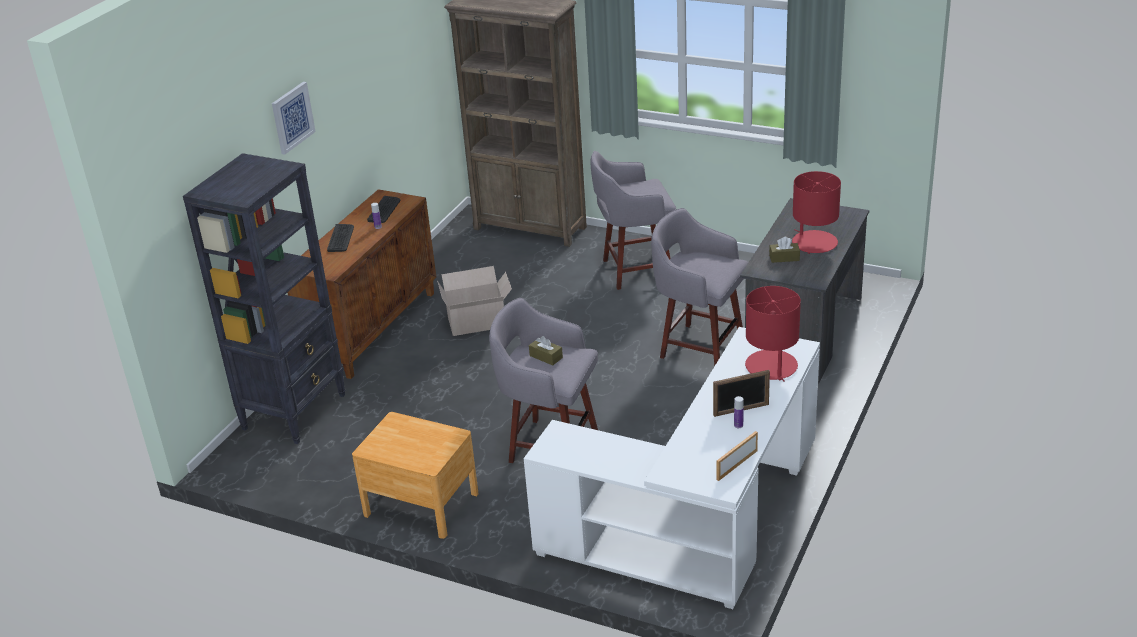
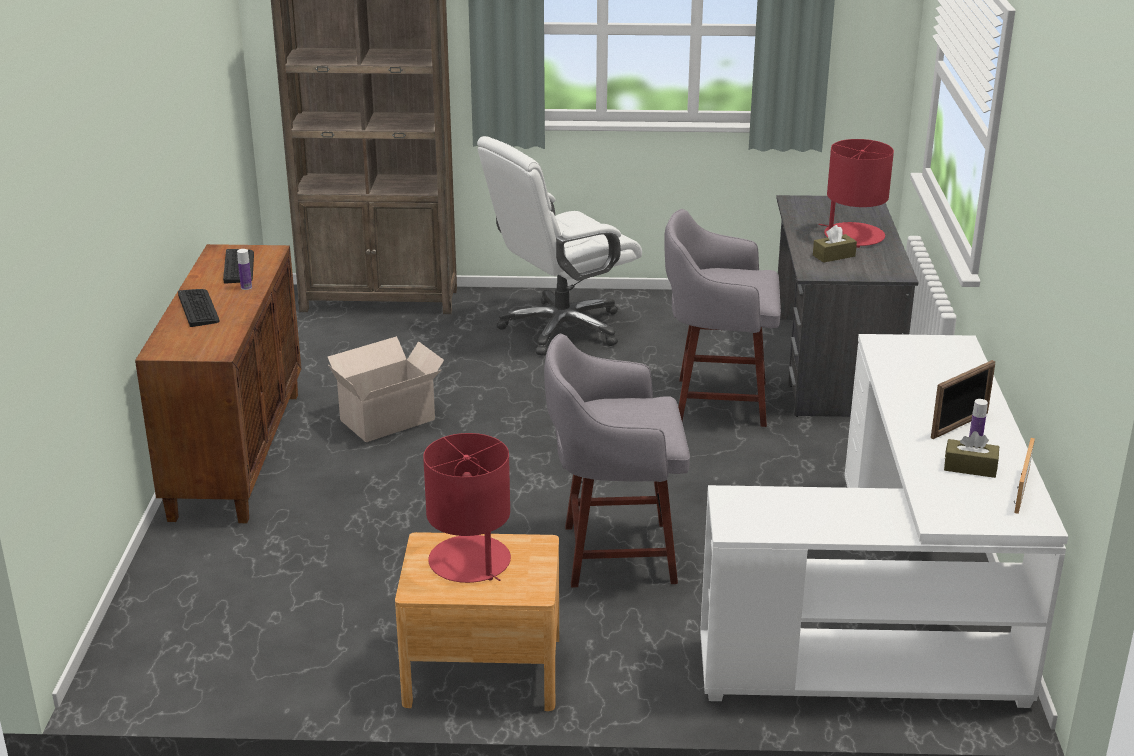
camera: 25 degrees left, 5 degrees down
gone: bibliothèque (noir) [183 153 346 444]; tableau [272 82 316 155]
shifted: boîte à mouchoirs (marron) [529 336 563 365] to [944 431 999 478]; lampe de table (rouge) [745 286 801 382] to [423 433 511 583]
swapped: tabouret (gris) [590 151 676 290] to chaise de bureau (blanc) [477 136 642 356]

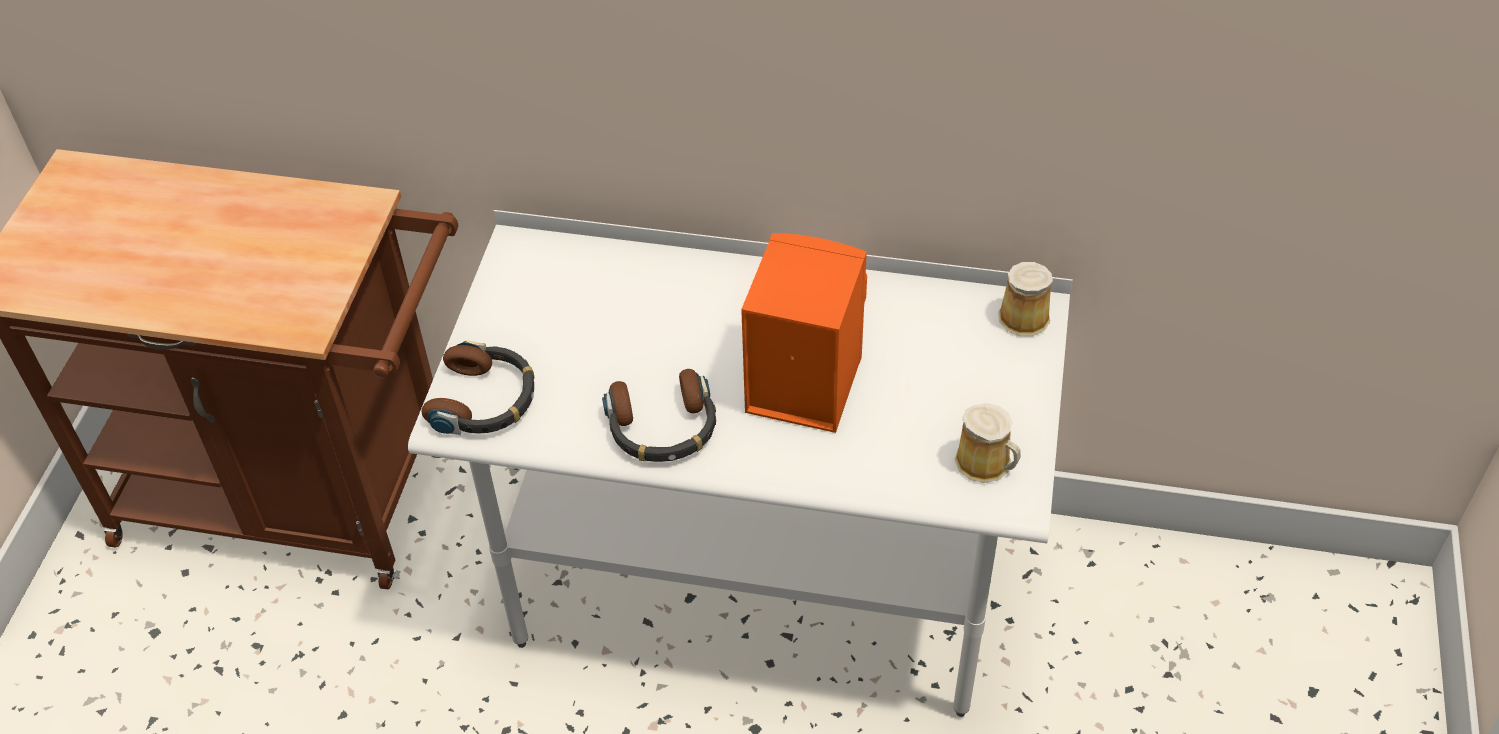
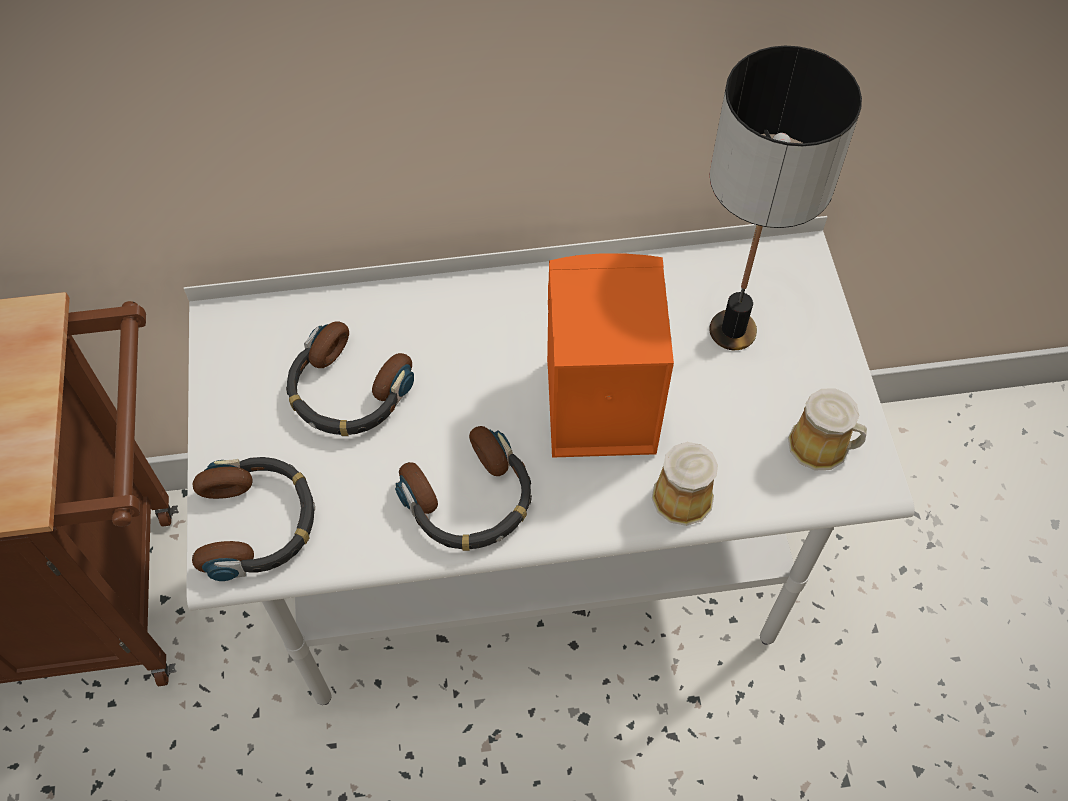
camera: 20 degrees left, 10 degrees up
new: casque audio [286 321 414 436]; lampe de table [709 46 862 350]
shifted: mug [998 262 1053 336] to [652 442 718 526]

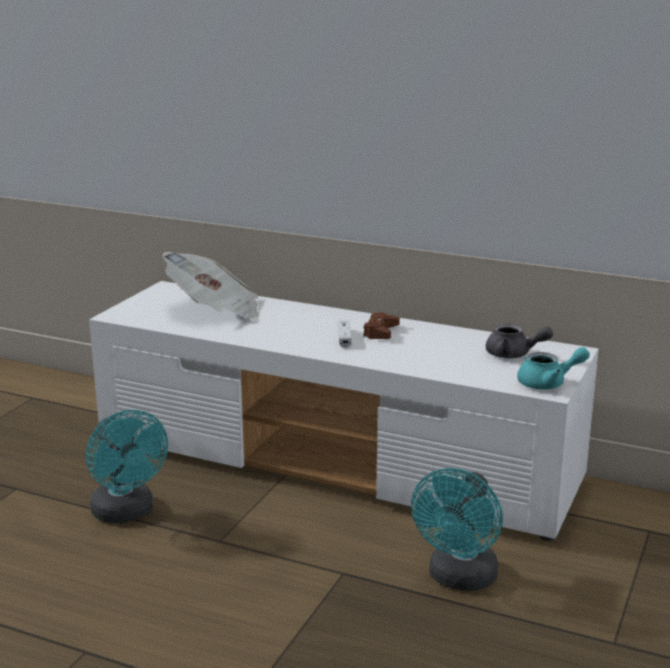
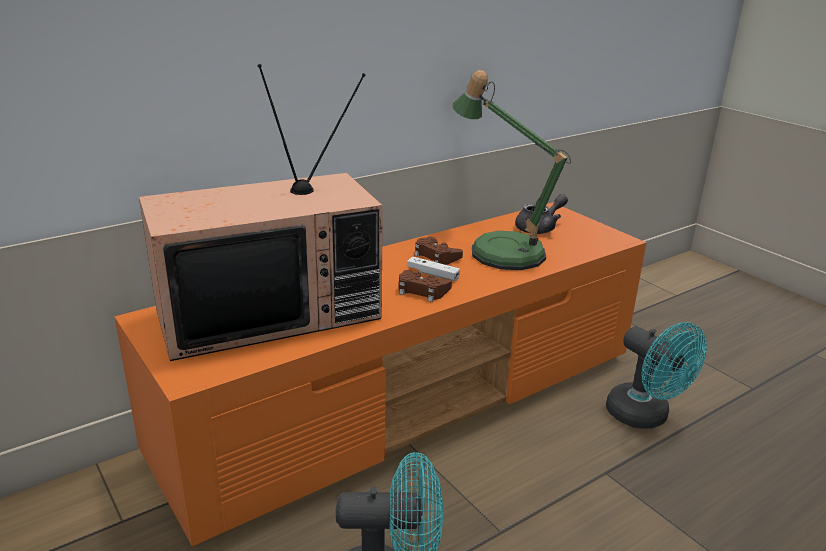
camera: 60 degrees left, 5 degrees up
gone: théière (turquoise) [517 347 590 390]
new: manette (marron) [399 270 452 302]; lampe de table [453 70 571 270]
swapped: journal [162 252 259 320] to téléviseur [139 64 383 361]
repainted: meuble télé (blanc) [89 281 599 541] to meuble télé (orange) [114 202 647 546]

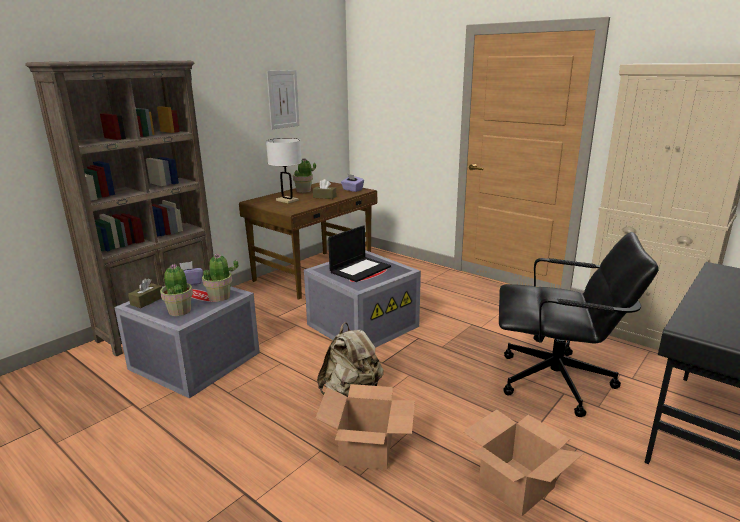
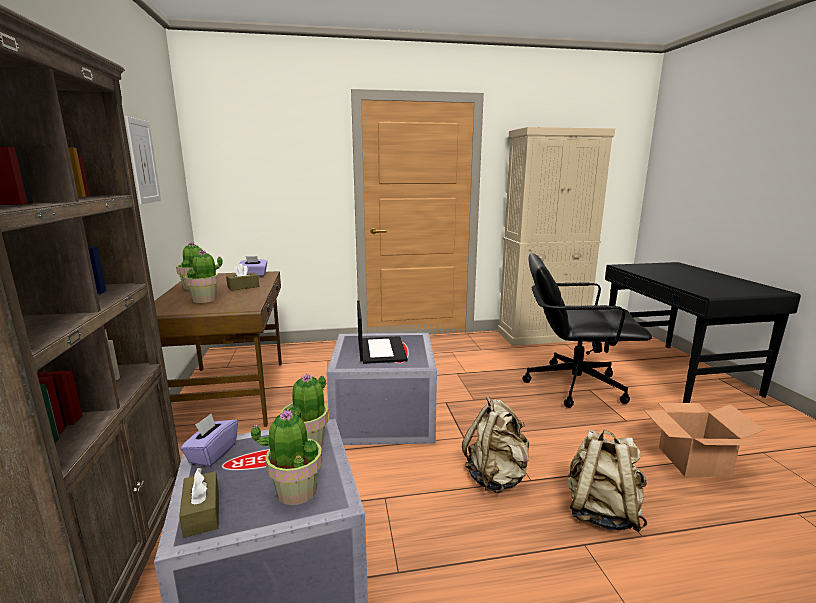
camera: 50 degrees left, 5 degrees down
swapped: lampe de table (blanc) [266 138 302 204] to plante en pot [185 250 223 303]; carton [315 384 415 470] to sac à dos (beige) [566 429 647 532]
rotated: chaise de bureau (noir) [499 232 659 417] = [523 253 652 408] 135 degrees counterclockwise

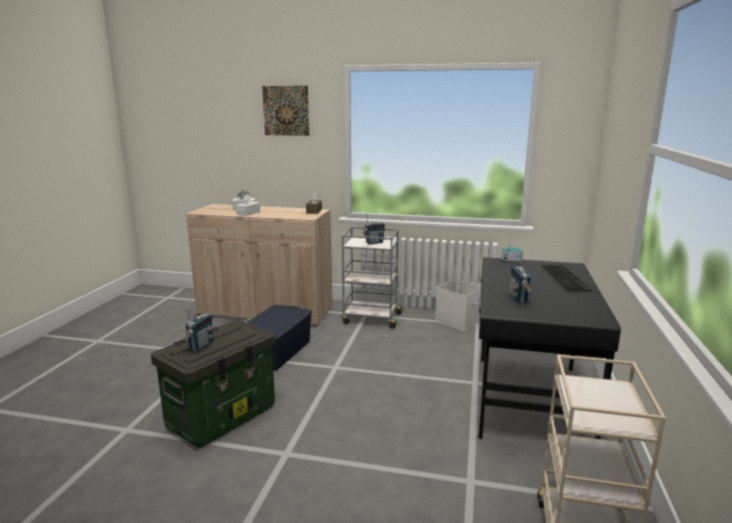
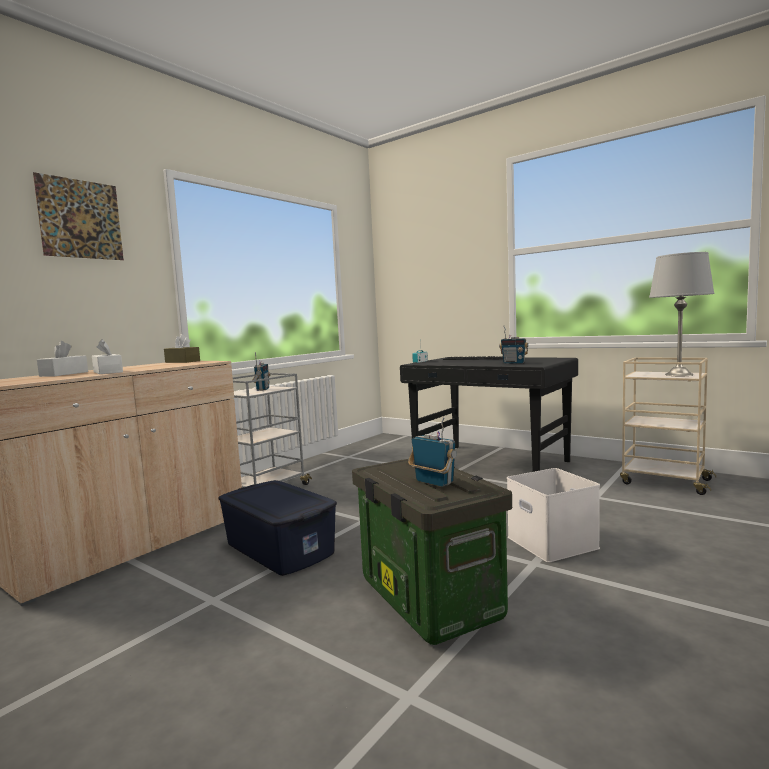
camera: 65 degrees left, 10 degrees down
new: lampe de table (gris) [649 252 715 376]
shifted: boîte de rangement (blanc) [435 279 481 331] to [507 468 600 563]

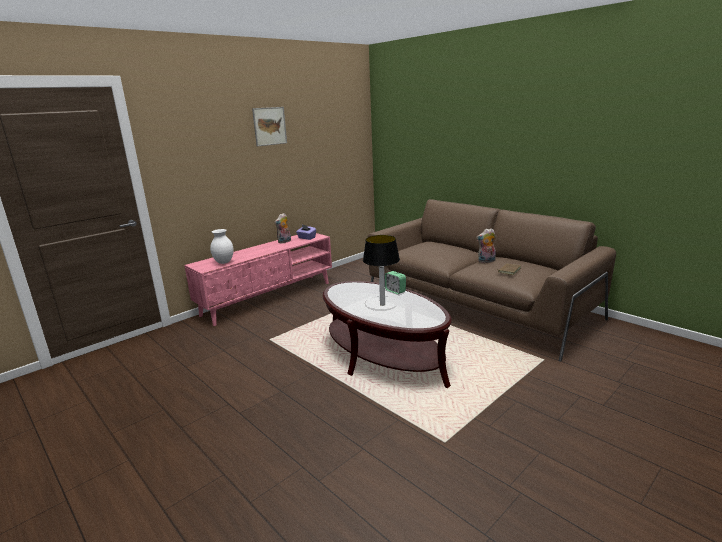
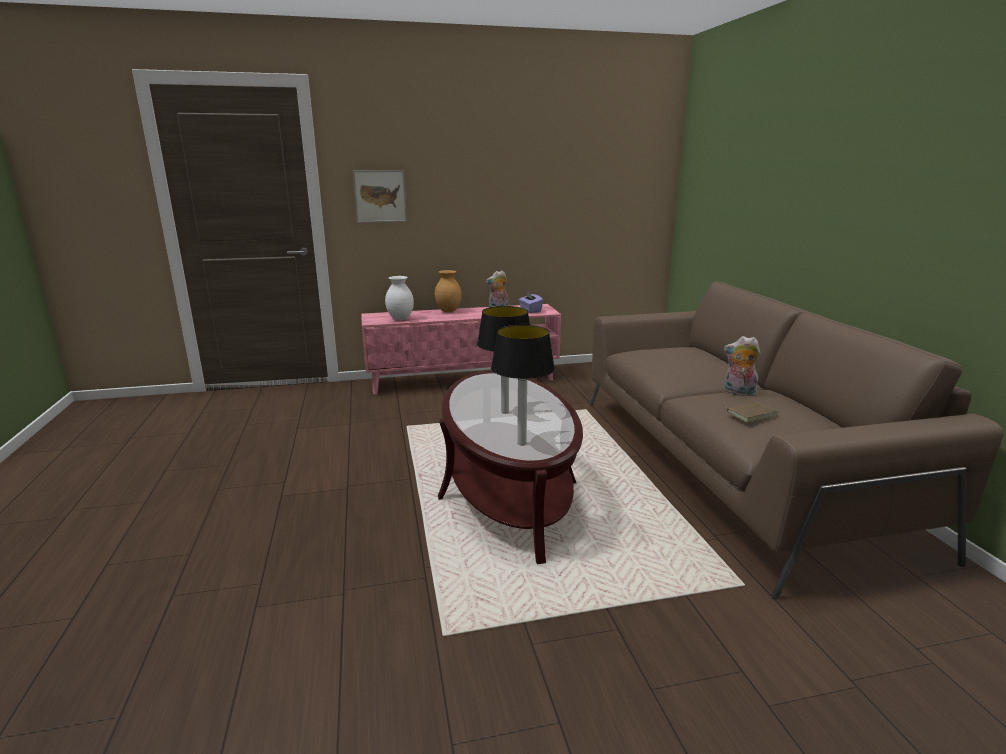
camera: 30 degrees right, 0 degrees up
gone: réveil [385 271 406 294]
new: vase (marron) [435 270 462 312]; lampe de table [491 325 555 445]
shifted: tableau [252 107 287 147] to [353 170 407 223]

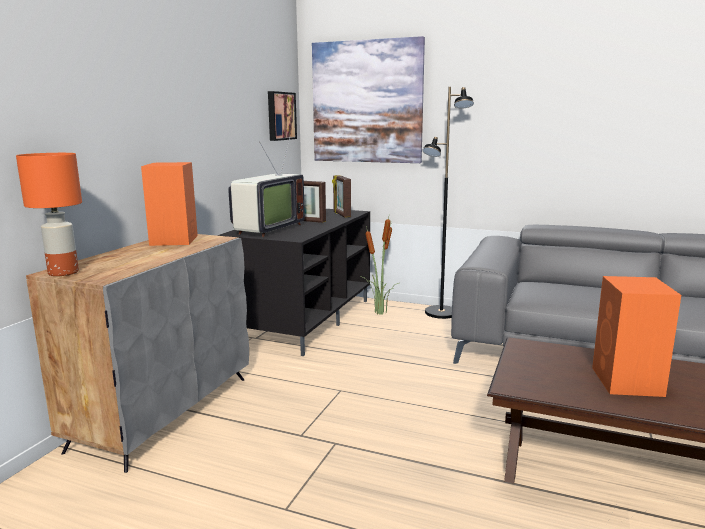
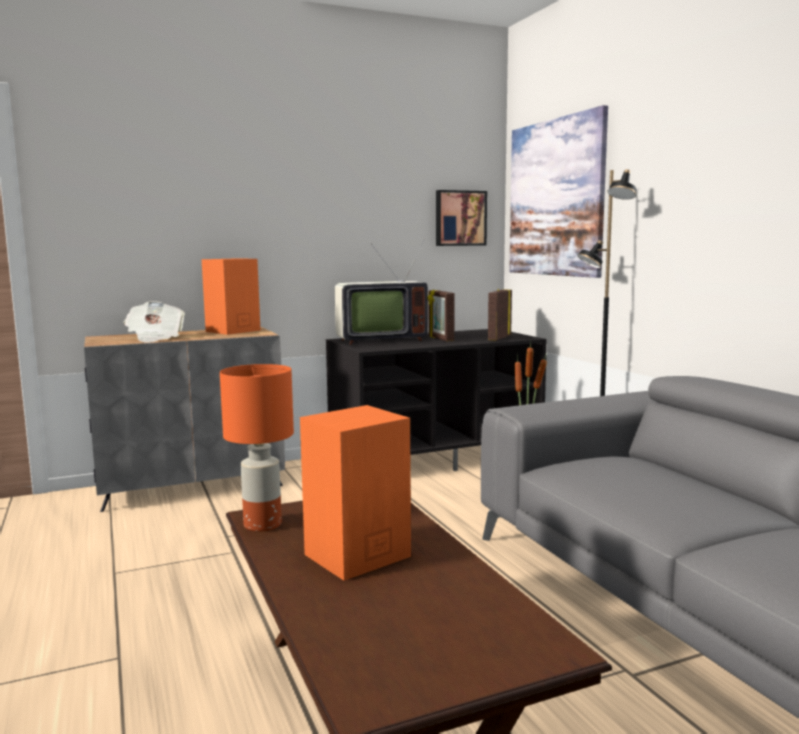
camera: 45 degrees right, 5 degrees down
new: journal [123 301 185 342]
shifted: lampe de table (orange) [16 153 82 276] to [220 364 294 532]

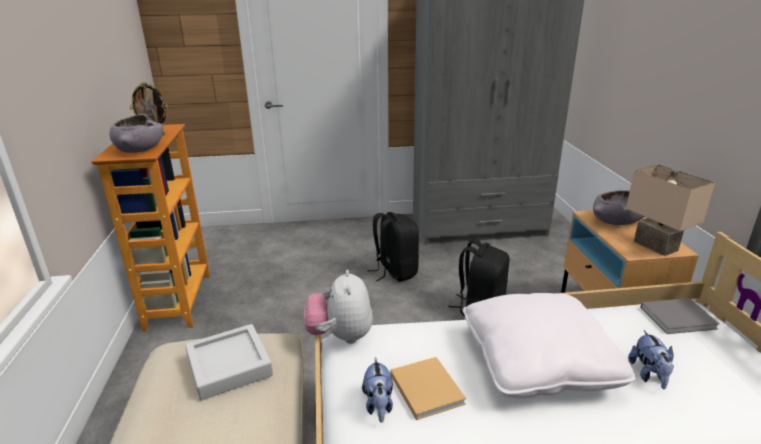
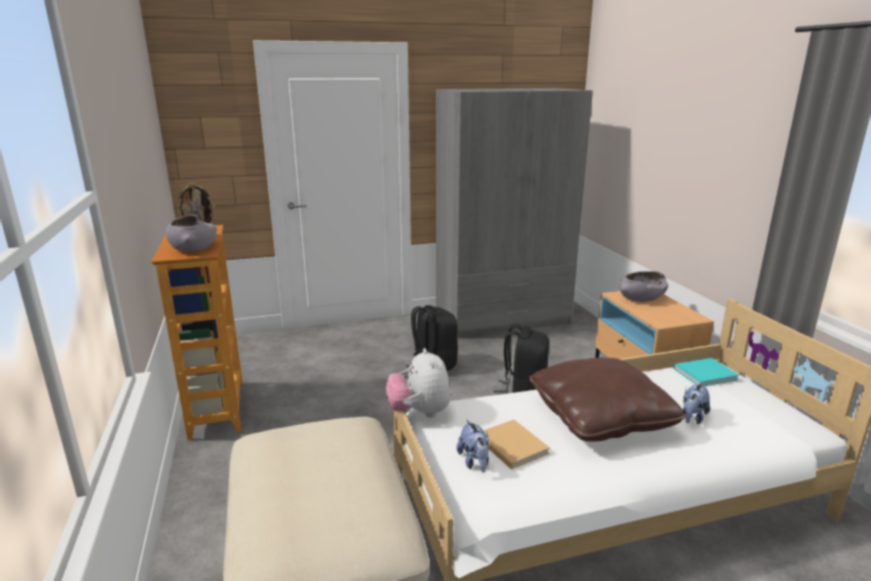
camera: 10 degrees left, 5 degrees down
gone: plateau (gris) [185 324 273 400]; lampe de table (beige) [626 164 715 256]
repainted: coussin (blanc) [463 293 636 398] to coussin (marron) [529 357 686 442]; livre (gris) [640 298 719 334] to livre (turquoise) [673 358 739 386]
rotated: peluche [628 330 674 389] = [682 383 710 424] 45 degrees clockwise

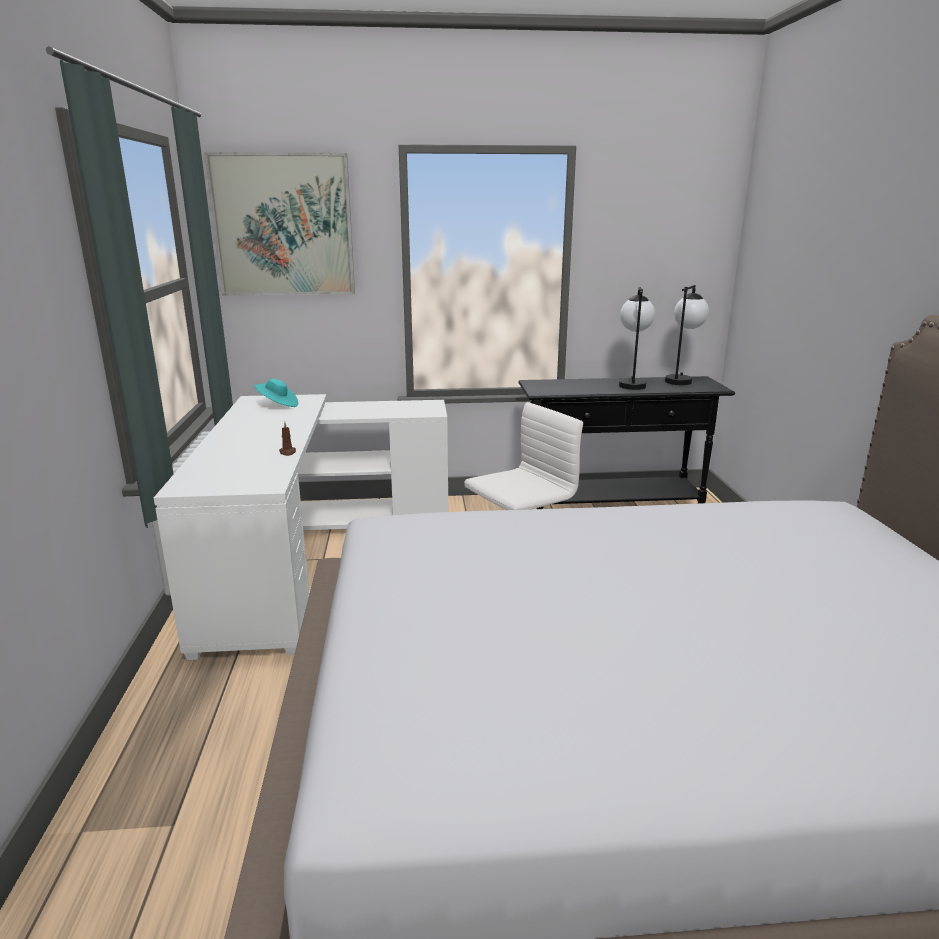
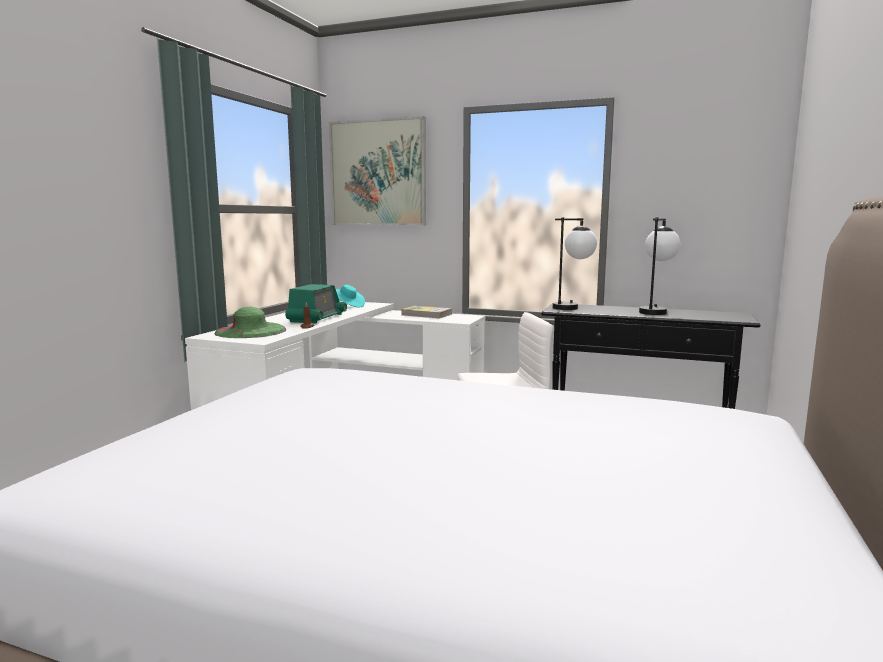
camera: 25 degrees right, 10 degrees down
new: chapeau (vert) [214 307 286 338]; radio [285 284 347 324]; livre [401 306 452 319]
shifted: lampe de table [665 285 709 385] to [553 217 597 310]

